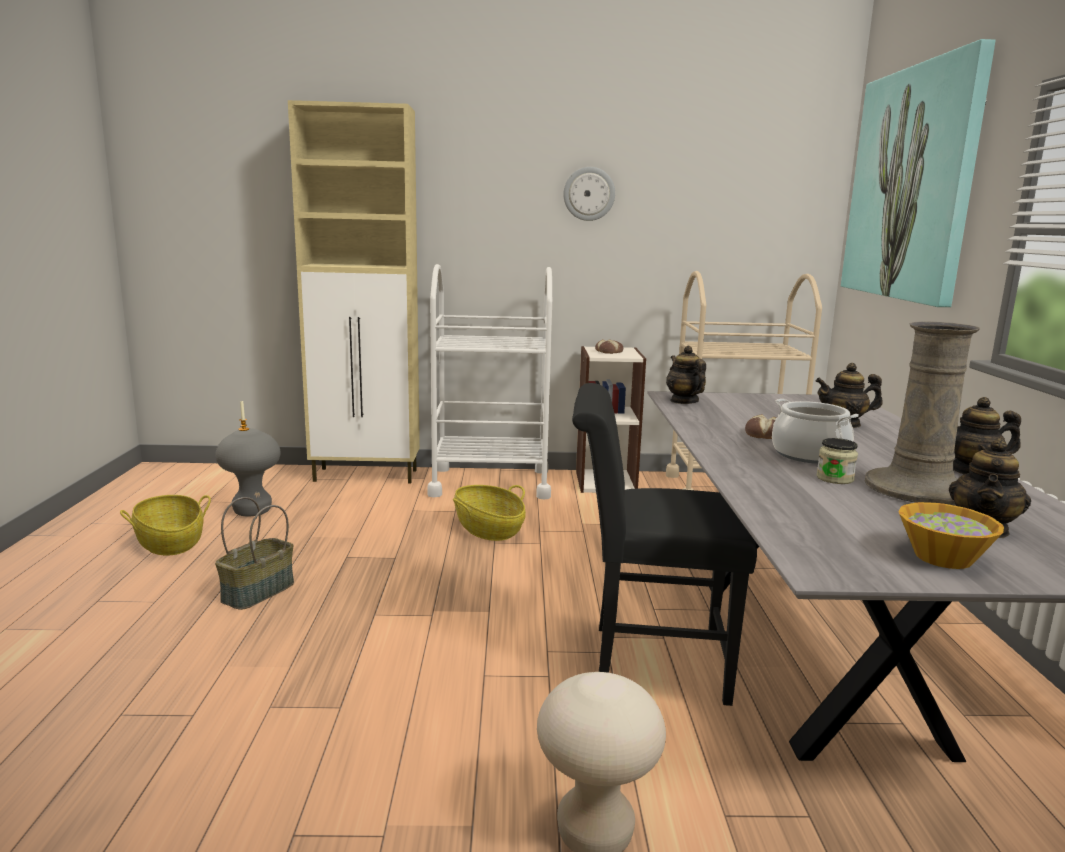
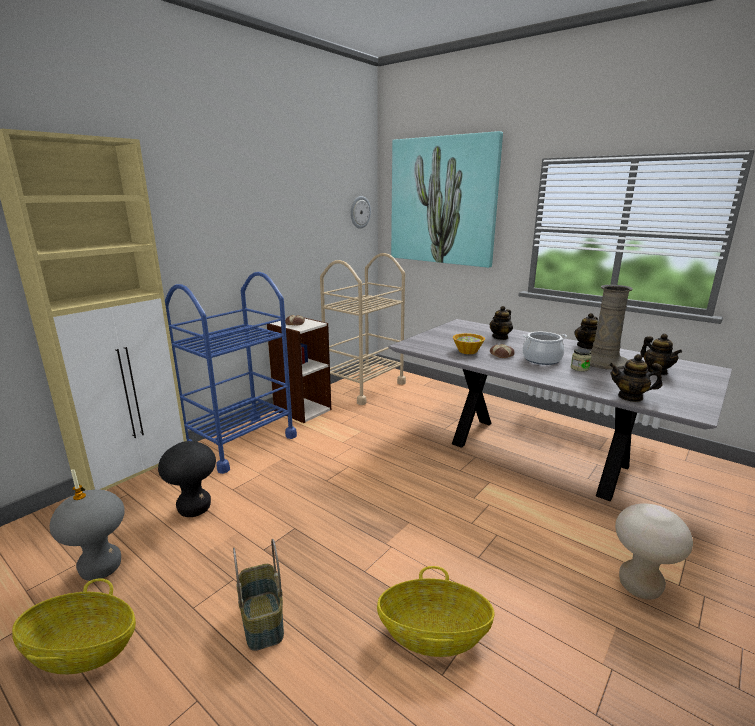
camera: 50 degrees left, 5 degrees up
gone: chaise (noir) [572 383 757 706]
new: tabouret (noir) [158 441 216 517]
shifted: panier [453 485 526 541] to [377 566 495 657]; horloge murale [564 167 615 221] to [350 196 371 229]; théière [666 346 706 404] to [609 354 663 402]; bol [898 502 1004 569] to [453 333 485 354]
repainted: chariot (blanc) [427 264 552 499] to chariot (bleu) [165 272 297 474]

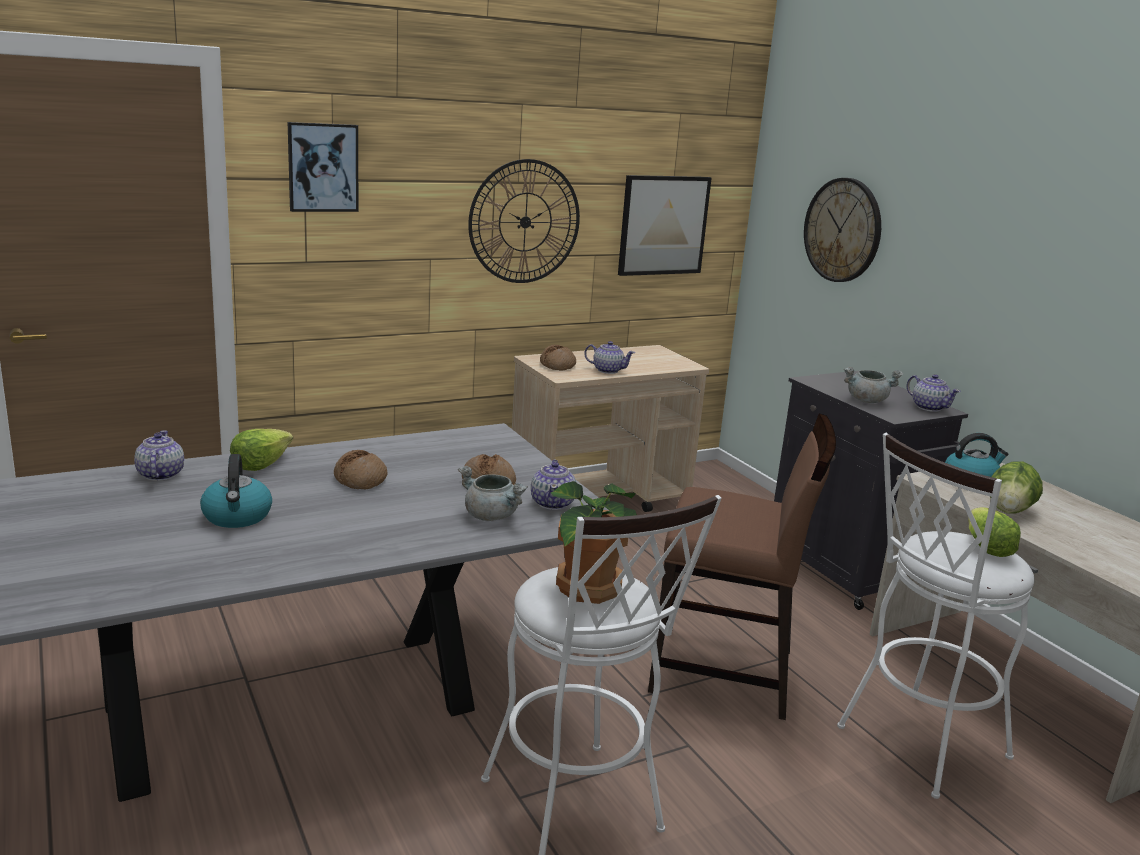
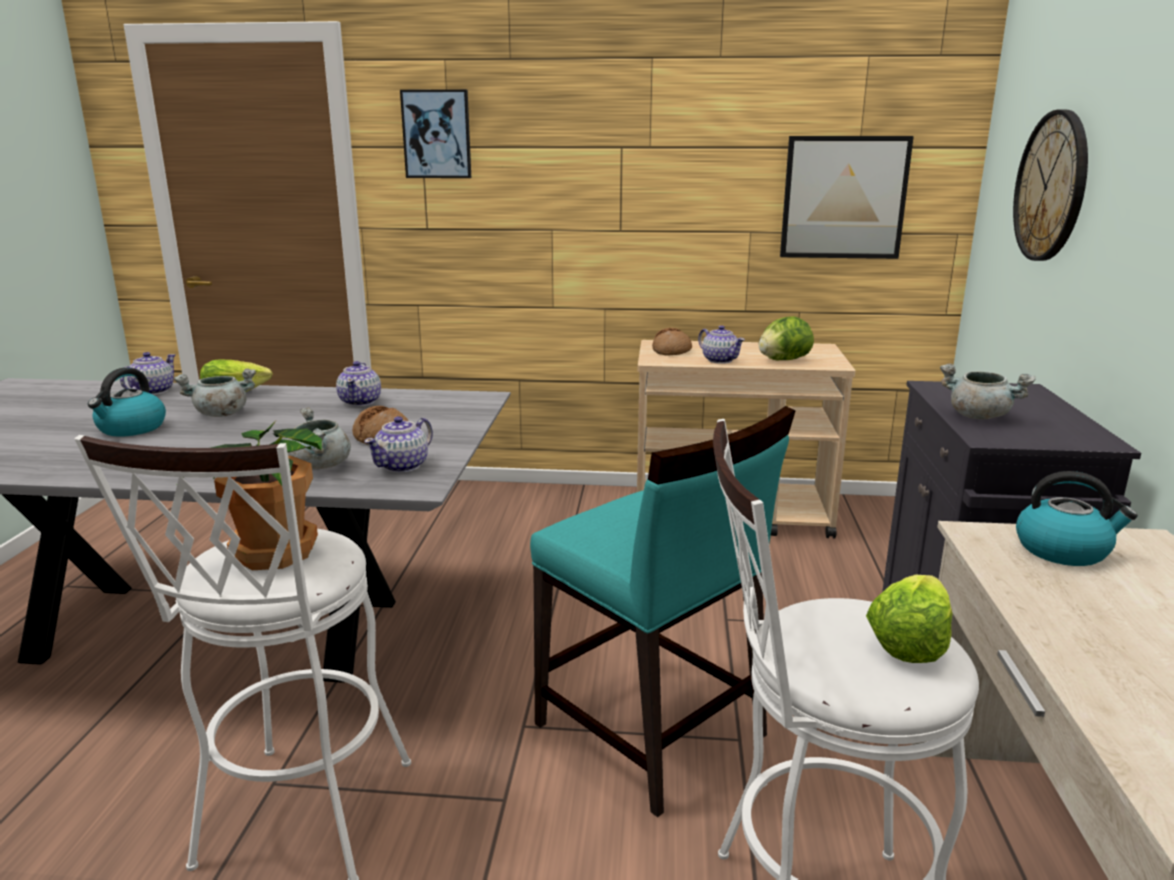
camera: 35 degrees right, 0 degrees up
gone: pain [334 450 388 490]; horloge murale [468 159 580 283]
new: marmite (gris) [174 368 256 417]
shifted: théière [907 374 961 412] to [336 361 381 406]; laitue [990 461 1043 514] to [759 316 814 360]
repainted: chaise (marron) [648 414 836 720] to chaise (turquoise) [530 406 795 817]

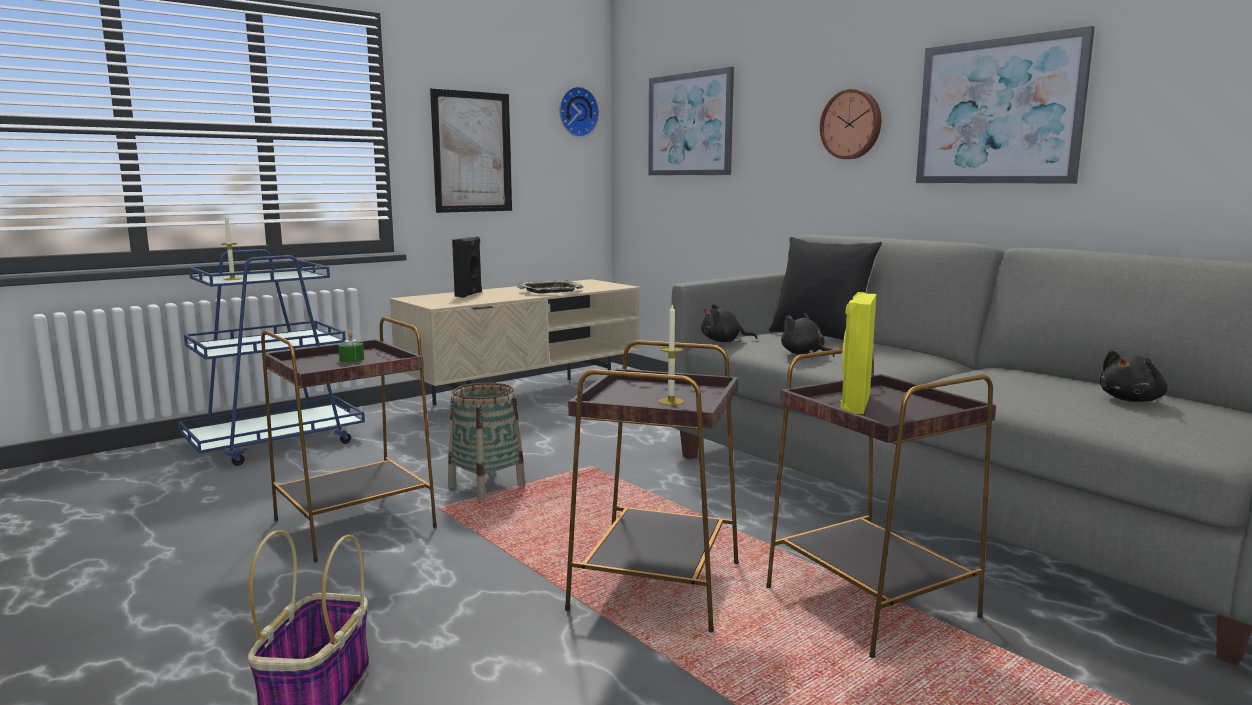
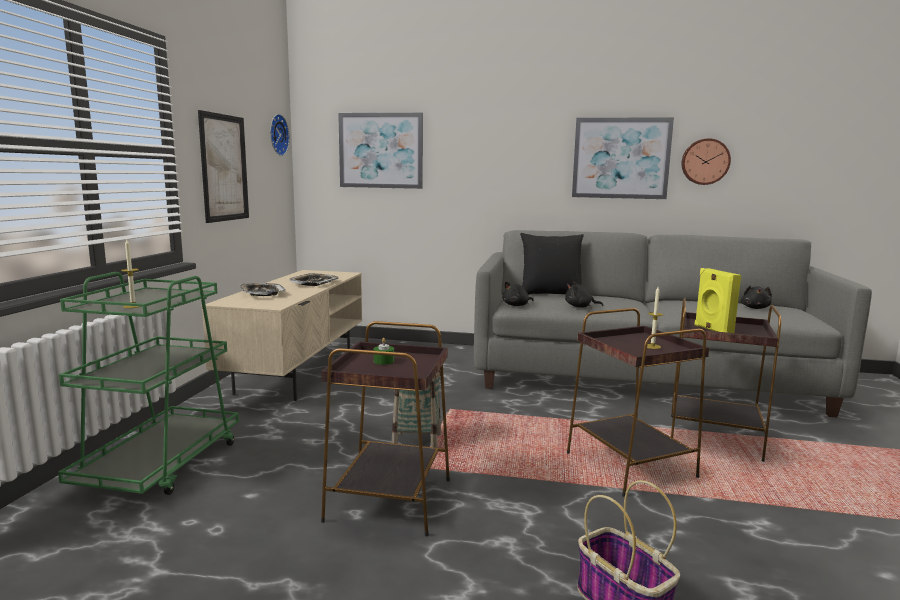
camera: 40 degrees left, 0 degrees up
shifted: horloge murale [820 89 881 159] to [682 138 731 185]
swapped: enceinte (noir) [452 237 482 298] to plateau [239 283 286 296]
repainted: chariot (bleu) [178 249 365 466] to chariot (vert) [58 272 239 495]

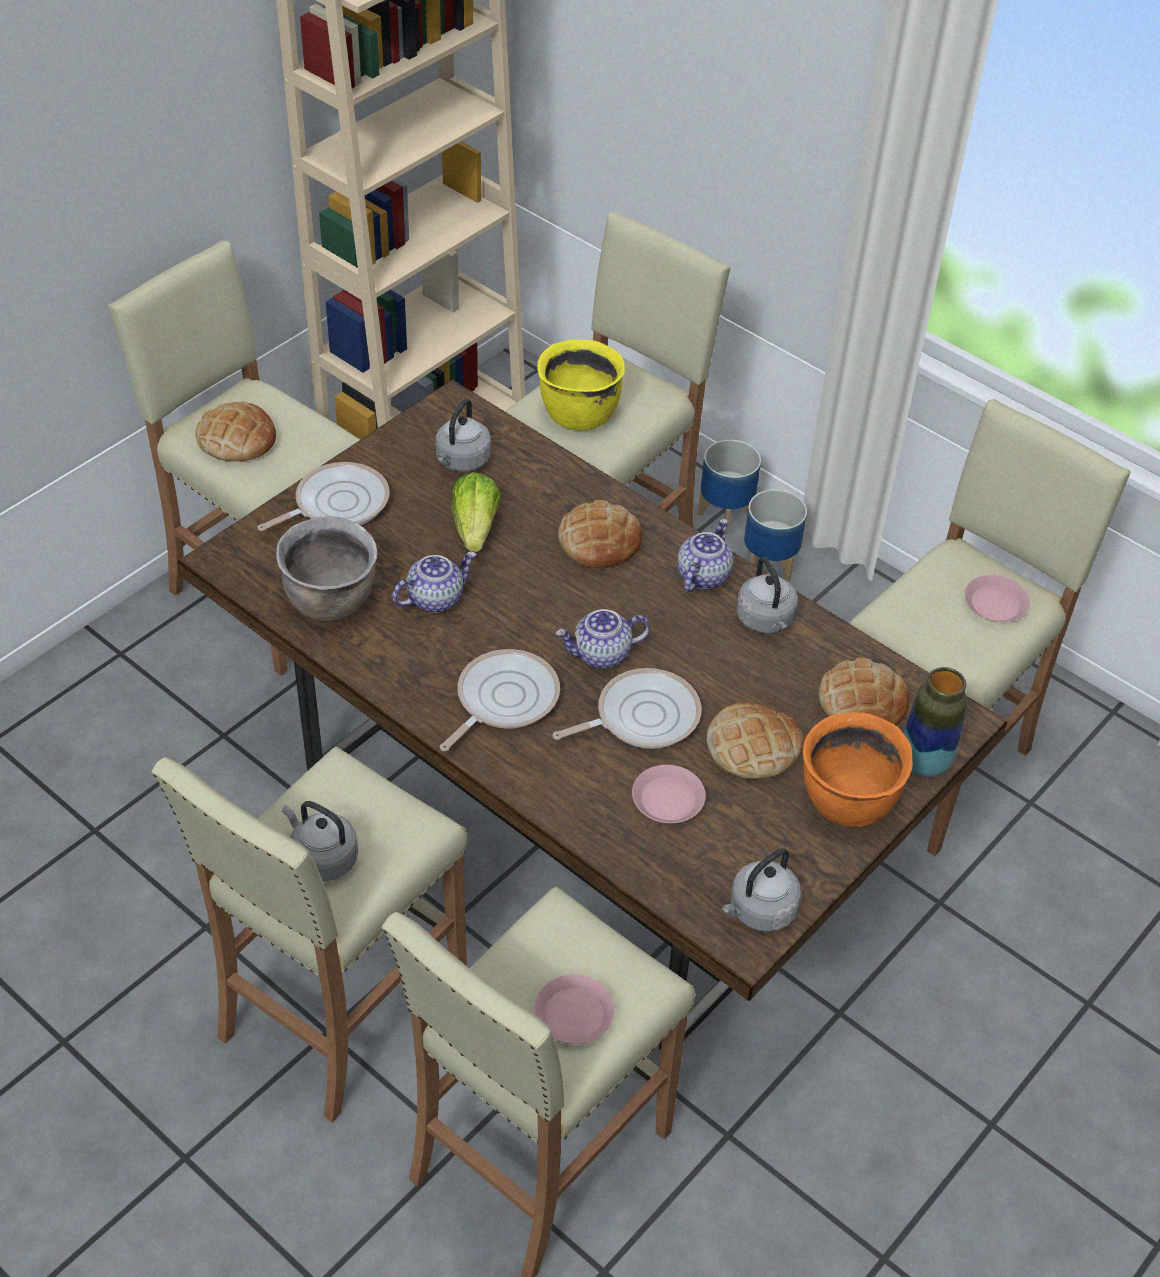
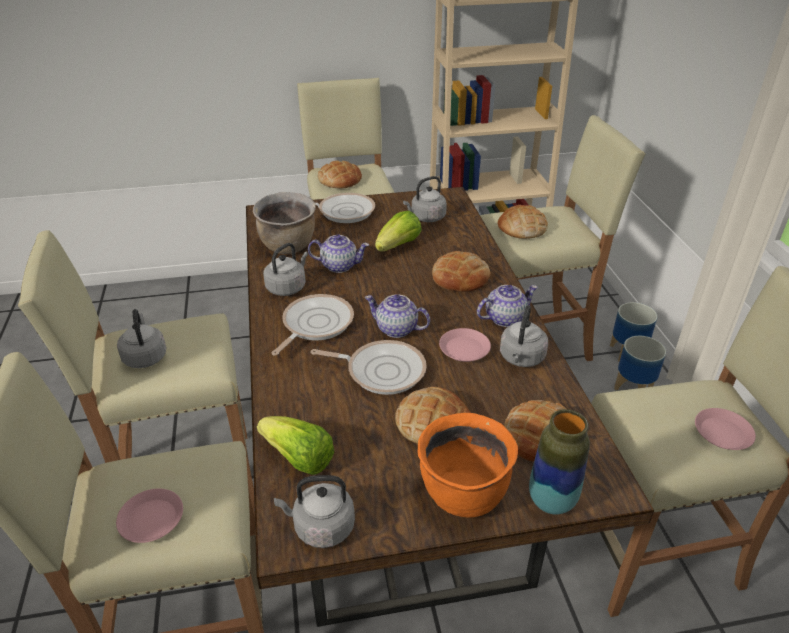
camera: 40 degrees right, 10 degrees down
new: laitue [257 416 334 475]; bouilloire (gris) [263 243 308 296]
shifted: assiette (rose) [632 765 706 823] to [439 328 491 362]
swapped: marmite (jaune) [537 339 625 431] to pain [498 205 548 239]
rotated: poêle [439 649 560 751] = [272 294 354 356] 45 degrees counterclockwise

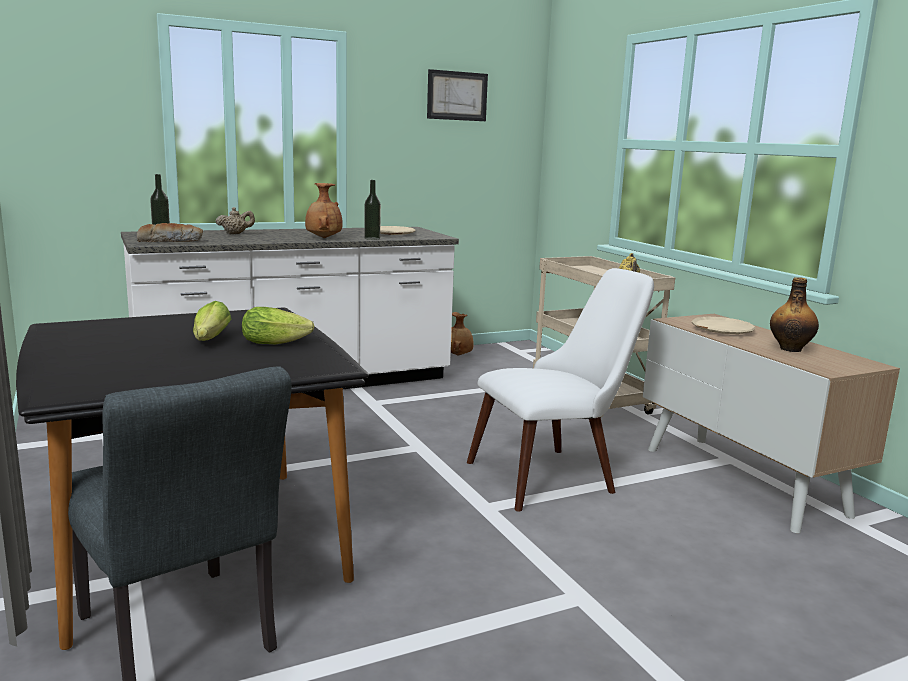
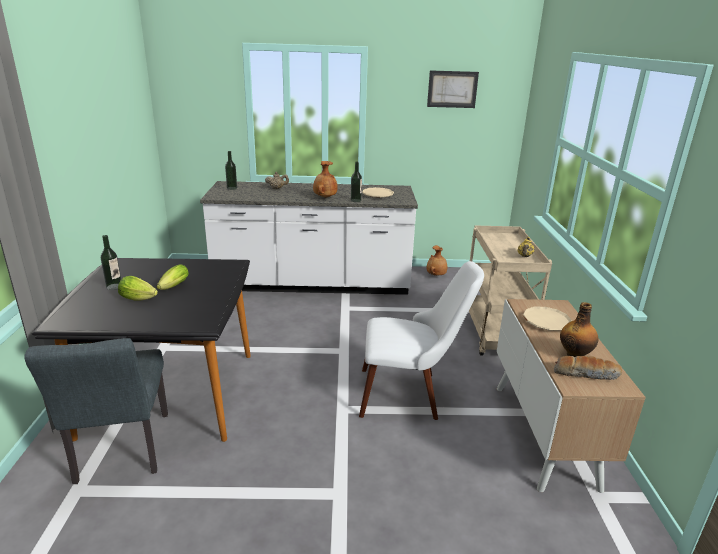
camera: 25 degrees right, 10 degrees up
new: bouteille [101 235 121 290]
shifted: pain [137 223 203 242] to [554 356 622 380]; laitue [242 307 314 344] to [118 276 158 301]

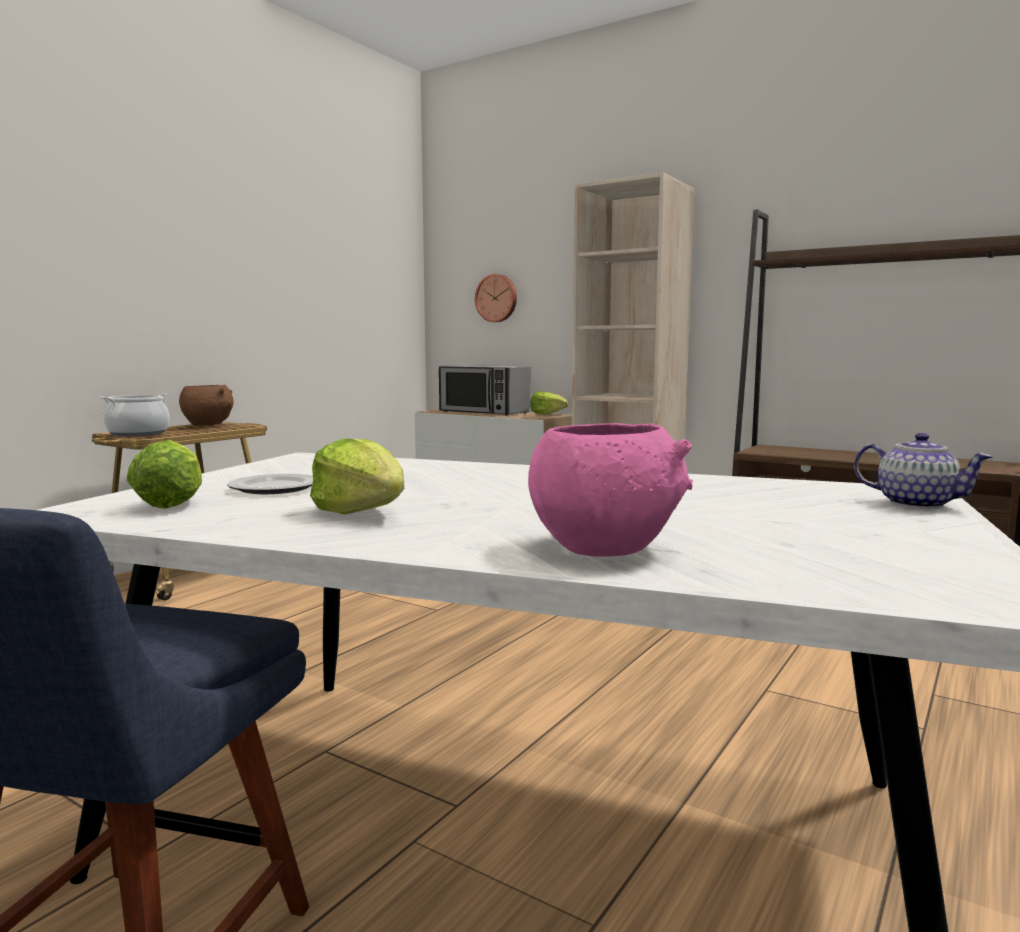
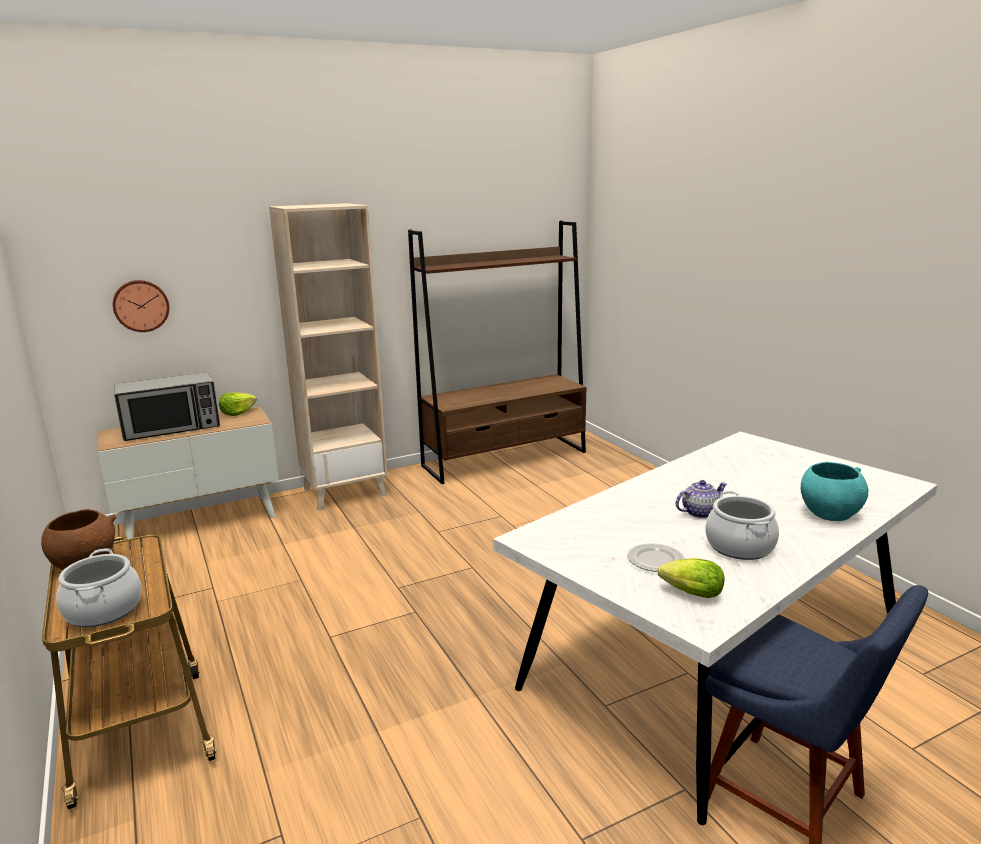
camera: 60 degrees left, 10 degrees up
shifted: théière [854 433 993 509] to [676 480 727 518]
swapped: laitue [310 439 404 514] to marmite [705 491 779 560]
repainted: bol (rose) [528 423 693 556] to bol (turquoise) [801 462 868 521]

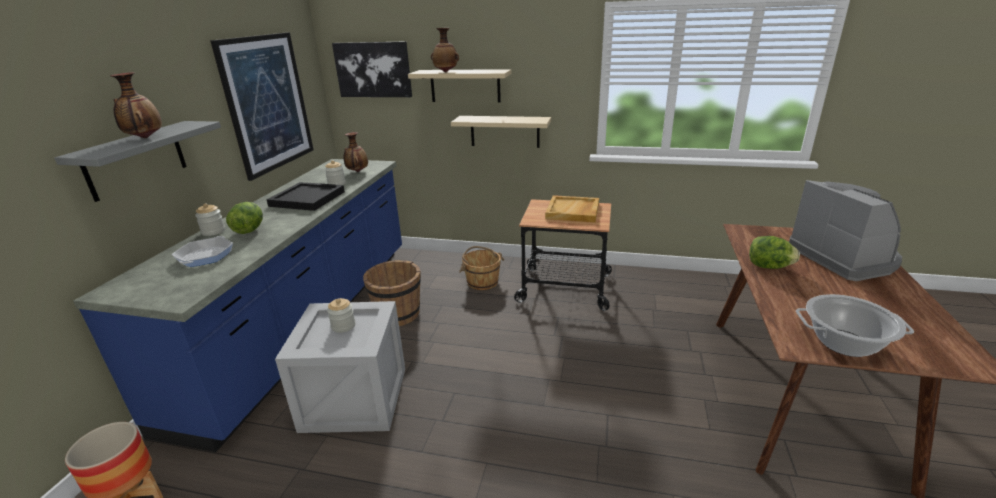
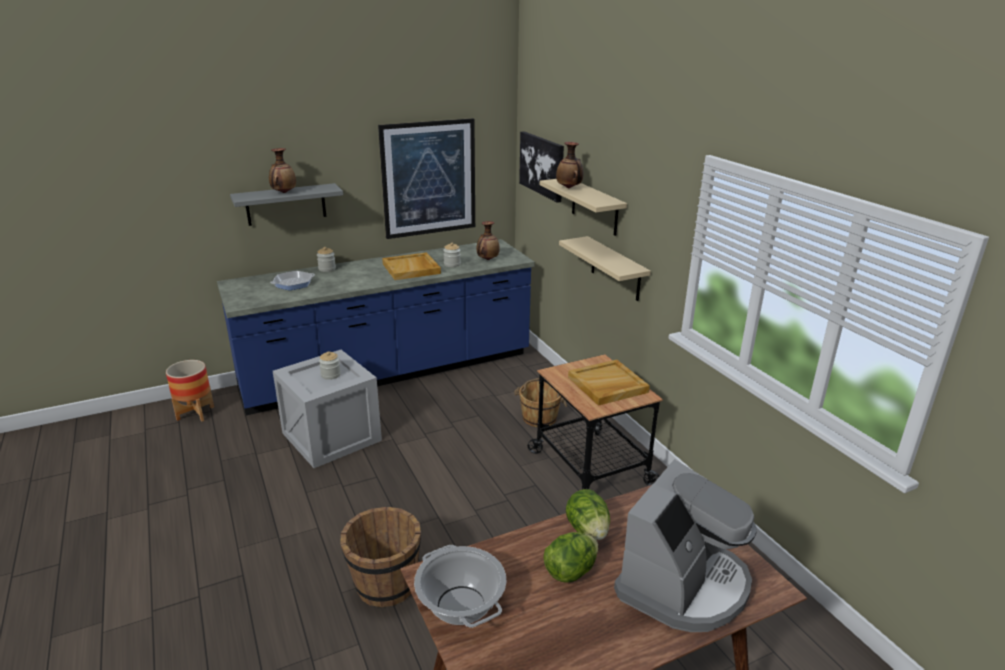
camera: 50 degrees right, 0 degrees up
shifted: laitue [226 202 263 234] to [544 532 598 583]; seau (marron) [363 260 421 326] to [340 507 421 607]
repainted: plateau (noir) [267 182 345 211] to plateau (beige) [382 252 441 280]

